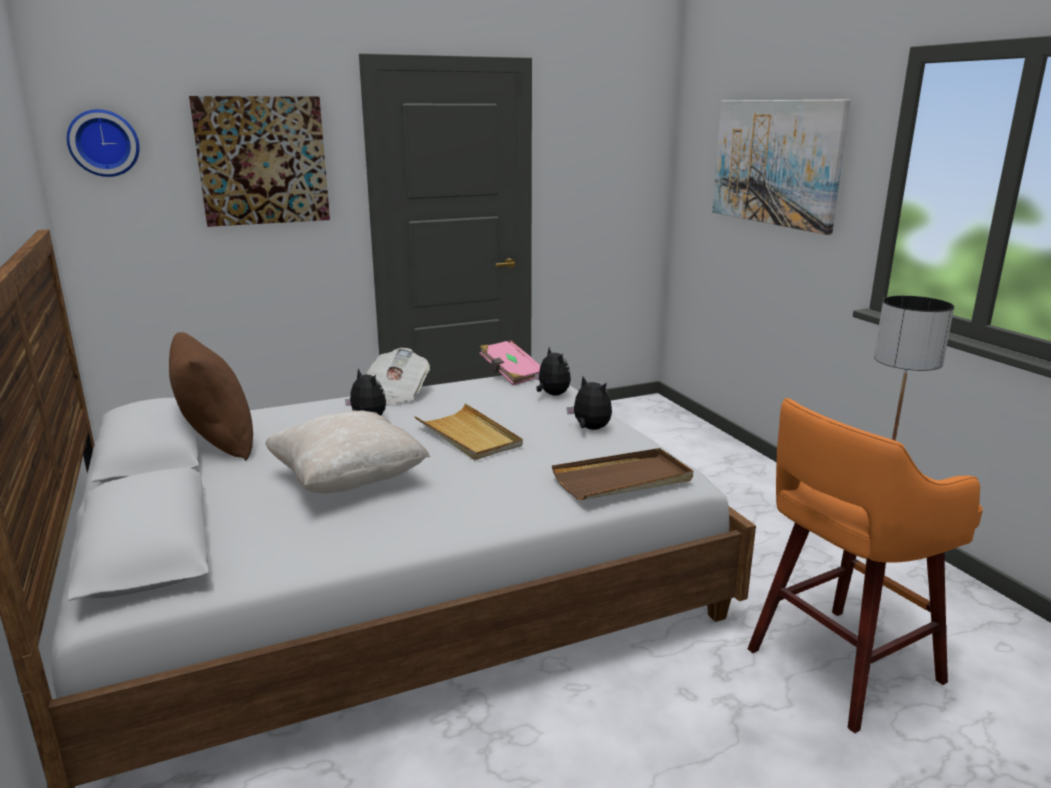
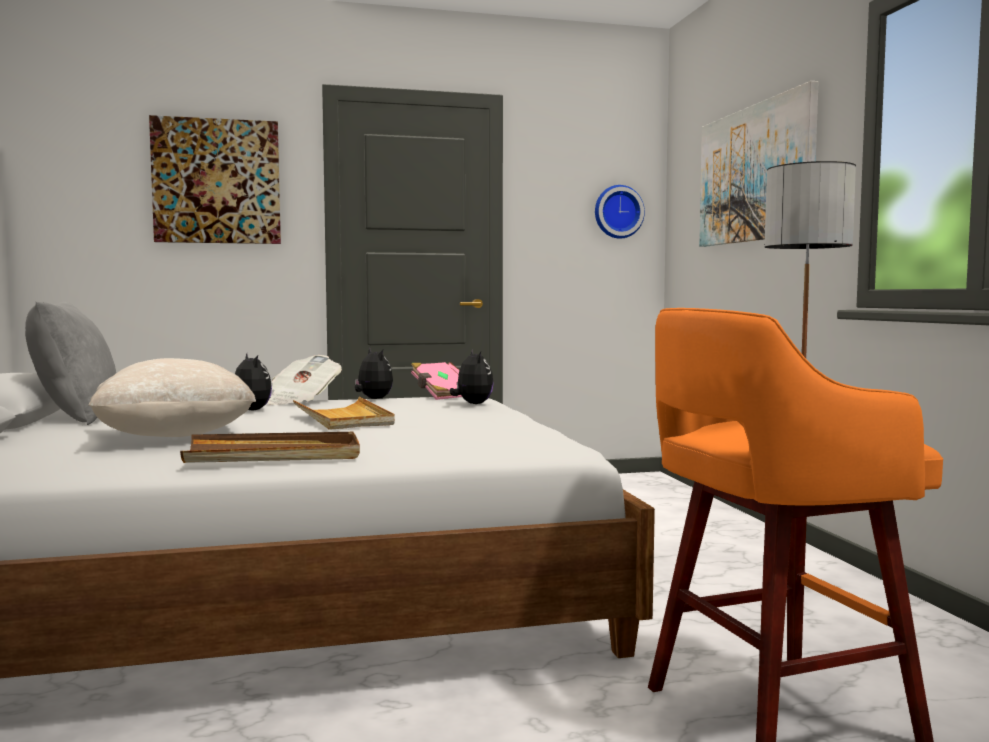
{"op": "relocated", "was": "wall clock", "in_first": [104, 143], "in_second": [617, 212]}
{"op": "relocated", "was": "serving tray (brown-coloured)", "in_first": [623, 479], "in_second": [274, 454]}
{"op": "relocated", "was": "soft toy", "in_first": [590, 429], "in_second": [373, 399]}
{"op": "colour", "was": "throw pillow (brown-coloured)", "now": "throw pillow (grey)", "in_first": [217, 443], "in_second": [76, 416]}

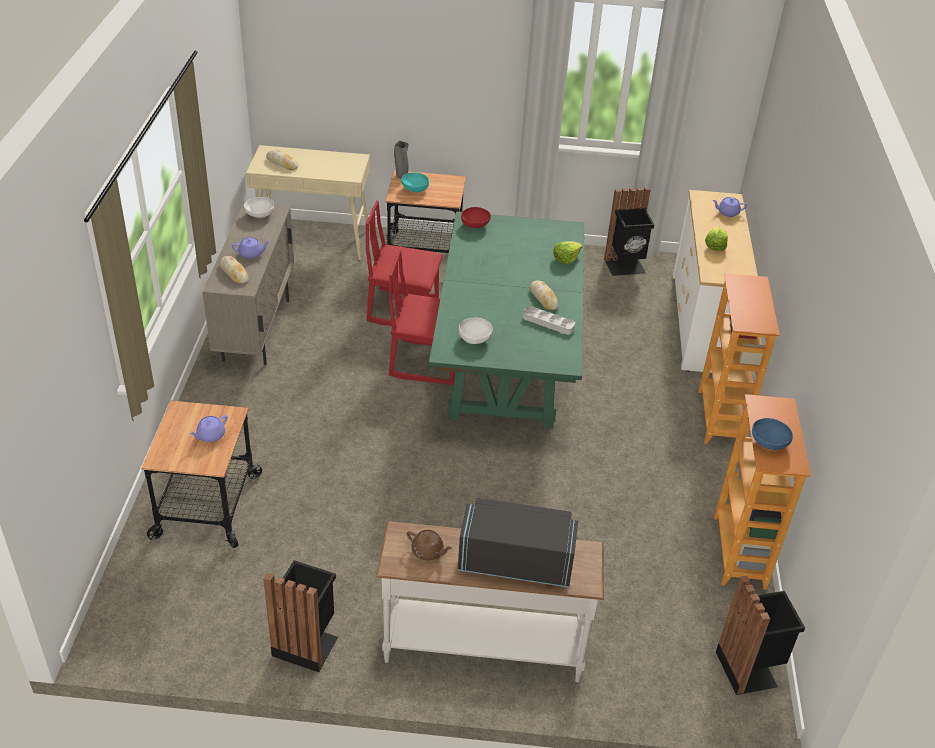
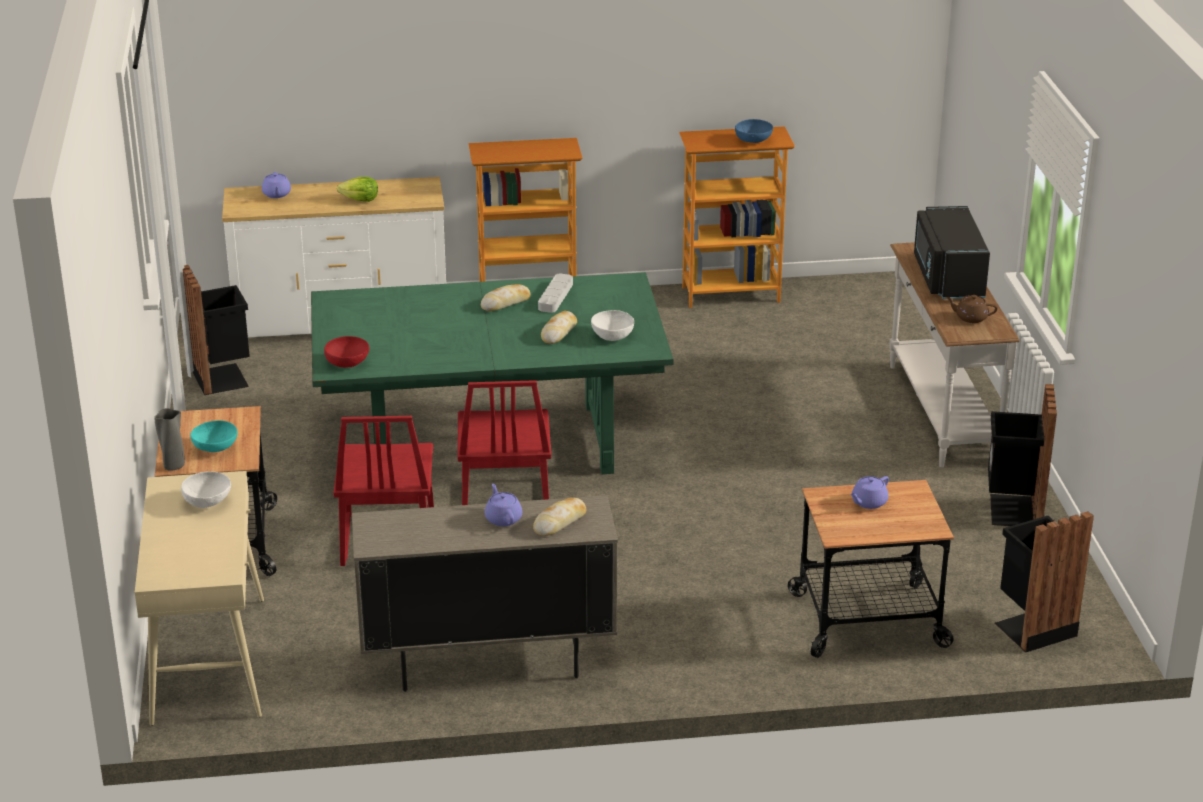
{"op": "missing", "was": "head of lettuce", "in_first": [566, 259]}
{"op": "relocated", "was": "bowl (white)", "in_first": [260, 215], "in_second": [208, 501]}
{"op": "relocated", "was": "baked bread", "in_first": [282, 163], "in_second": [559, 332]}
{"op": "relocated", "was": "rubbish bin (black)", "in_first": [749, 668], "in_second": [1032, 627]}
{"op": "spun", "was": "teapot (purple)", "in_first": [210, 435], "in_second": [868, 502], "clockwise": 105}
{"op": "spun", "was": "teapot (brown-coloured)", "in_first": [428, 552], "in_second": [970, 318], "clockwise": -90}

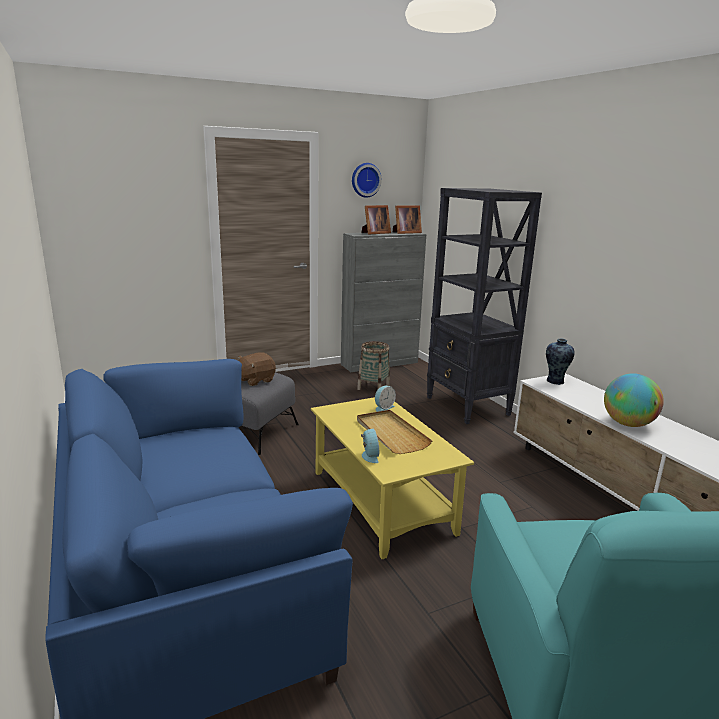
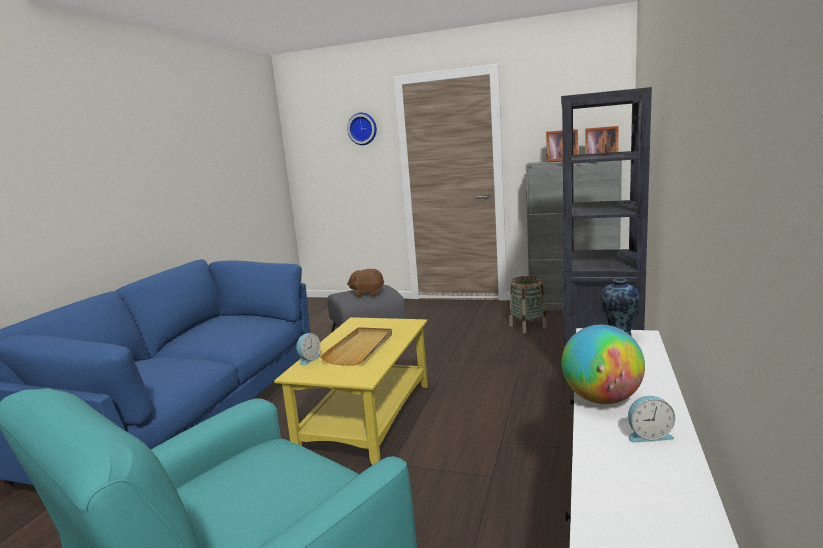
{"op": "relocated", "was": "wall clock", "in_first": [365, 180], "in_second": [363, 129]}
{"op": "relocated", "was": "alarm clock", "in_first": [383, 407], "in_second": [648, 435]}

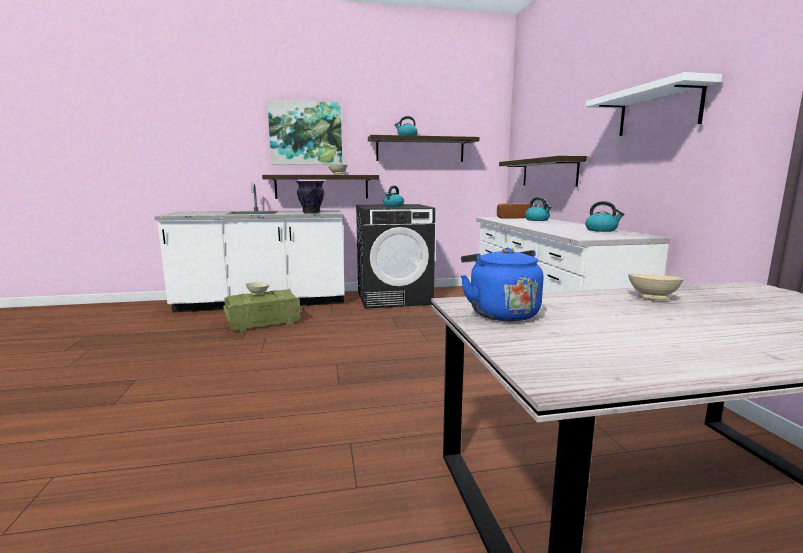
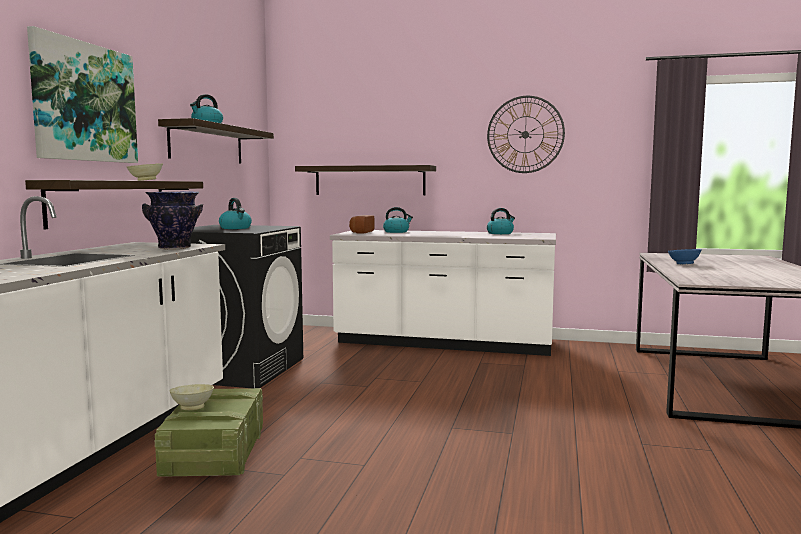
{"op": "missing", "was": "tea kettle (blue)", "in_first": [500, 313]}
{"op": "exchanged", "was": "shelf (white)", "now": "wall clock", "in_first": [658, 110], "in_second": [525, 134]}
{"op": "colour", "was": "bowl (sand-coloured)", "now": "bowl (blue)", "in_first": [653, 298], "in_second": [683, 264]}

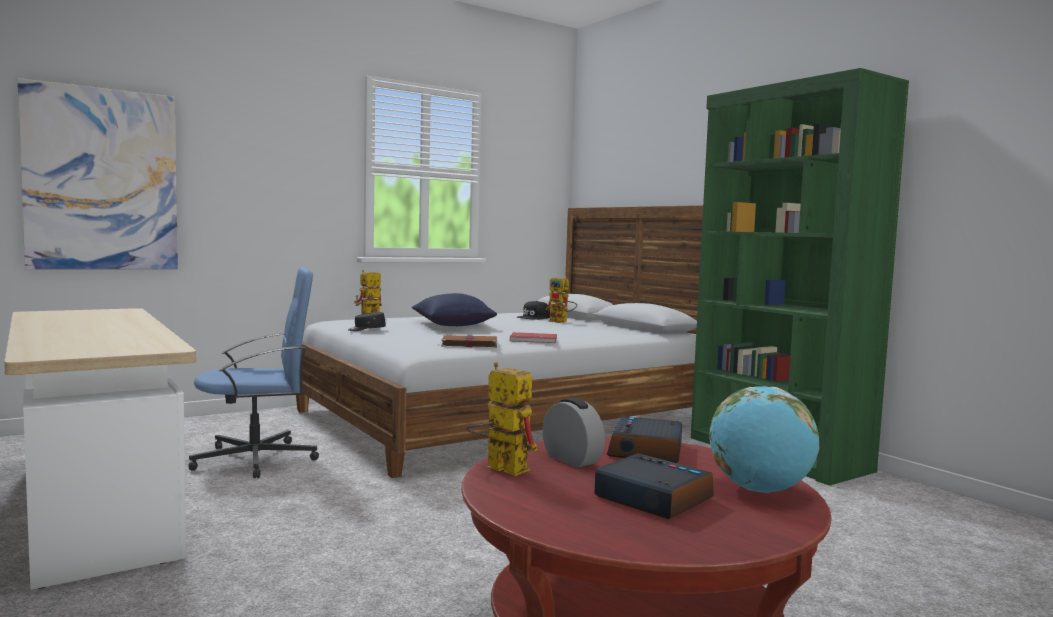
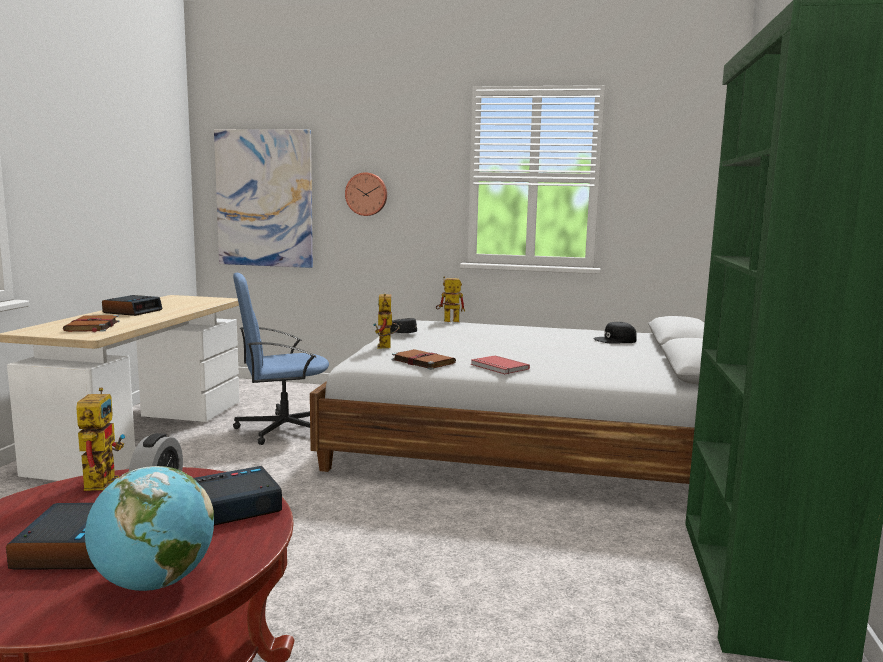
{"op": "missing", "was": "throw pillow (blue)", "in_first": [453, 325]}
{"op": "appeared", "now": "volume (brown-coloured)", "in_second": [92, 326]}
{"op": "appeared", "now": "alarm clock", "in_second": [132, 311]}
{"op": "appeared", "now": "wall clock", "in_second": [366, 194]}
{"op": "relocated", "was": "model robot", "in_first": [561, 322], "in_second": [386, 347]}
{"op": "spun", "was": "office chair (blue)", "in_first": [257, 459], "in_second": [282, 428], "clockwise": 135}

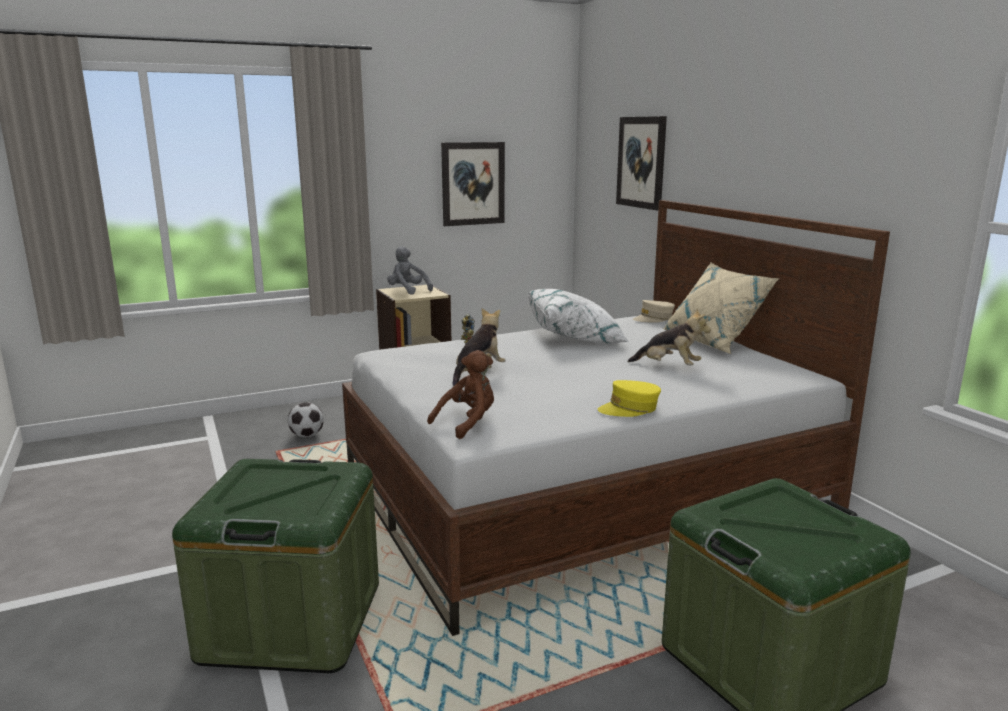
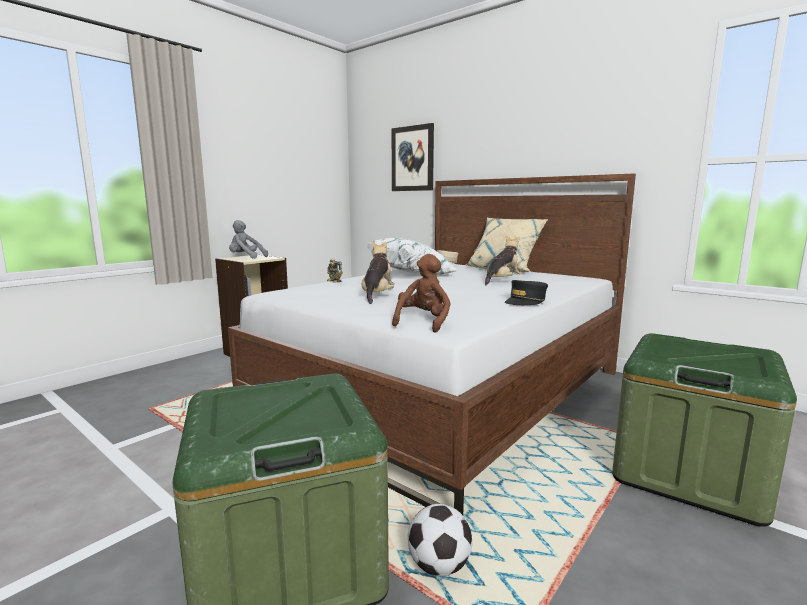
{"op": "missing", "was": "wall picture", "in_first": [473, 183]}
{"op": "relocated", "was": "football ball", "in_first": [307, 436], "in_second": [438, 566]}
{"op": "colour", "was": "peaked cap (yellow-coloured)", "now": "peaked cap (black)", "in_first": [629, 409], "in_second": [525, 301]}
{"op": "spun", "was": "soft toy", "in_first": [668, 367], "in_second": [502, 281], "clockwise": -45}

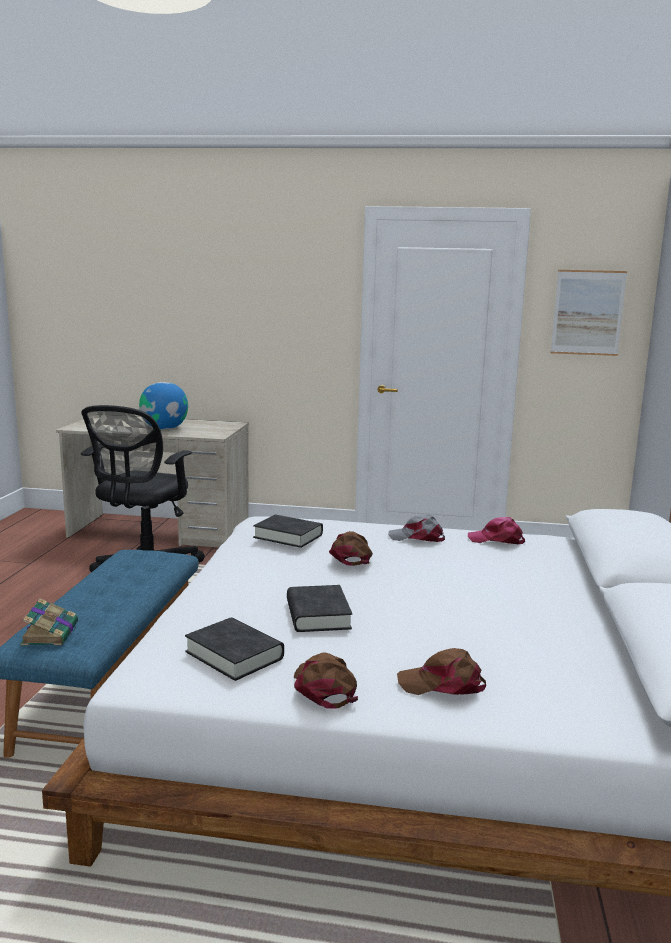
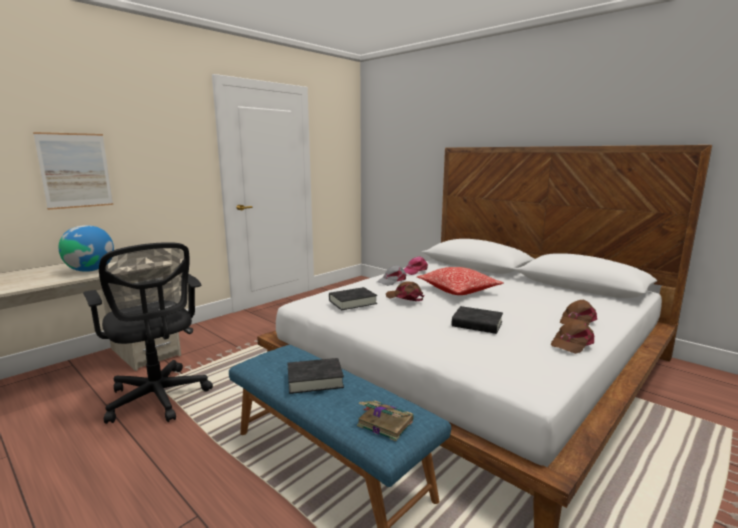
{"op": "appeared", "now": "throw pillow", "in_second": [458, 290]}
{"op": "relocated", "was": "volume (black)", "in_first": [234, 655], "in_second": [315, 380]}
{"op": "relocated", "was": "wall picture", "in_first": [588, 312], "in_second": [75, 170]}
{"op": "spun", "was": "peaked cap (brown-coloured)", "in_first": [324, 687], "in_second": [571, 343], "clockwise": -60}

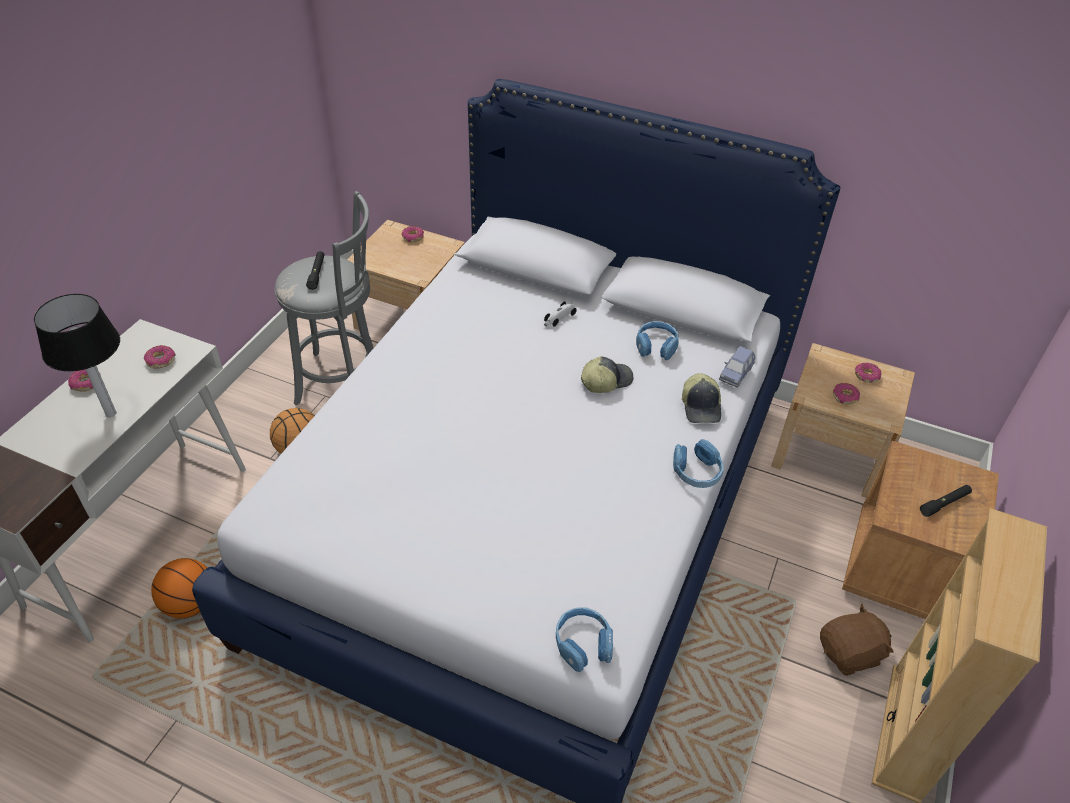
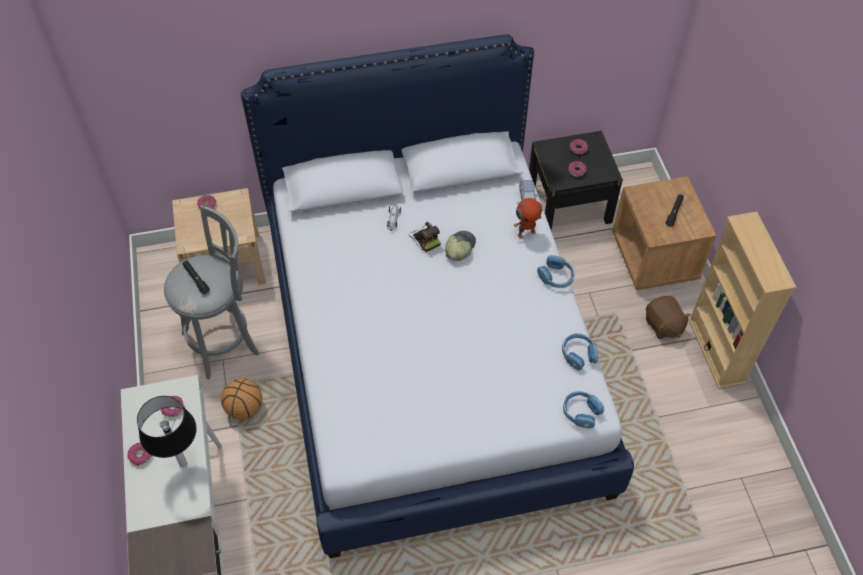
{"op": "missing", "was": "basketball ball", "in_first": [190, 604]}
{"op": "appeared", "now": "photo camera", "in_second": [425, 238]}
{"op": "relocated", "was": "pair of headphones (blue)", "in_first": [656, 346], "in_second": [578, 354]}
{"op": "exchanged", "was": "peaked cap", "now": "model robot", "in_first": [701, 407], "in_second": [526, 233]}
{"op": "colour", "was": "nightstand (sand-coloured)", "now": "nightstand (black)", "in_first": [829, 451], "in_second": [568, 204]}
{"op": "spun", "was": "soft toy (brown-coloured)", "in_first": [850, 653], "in_second": [663, 325], "clockwise": 120}

